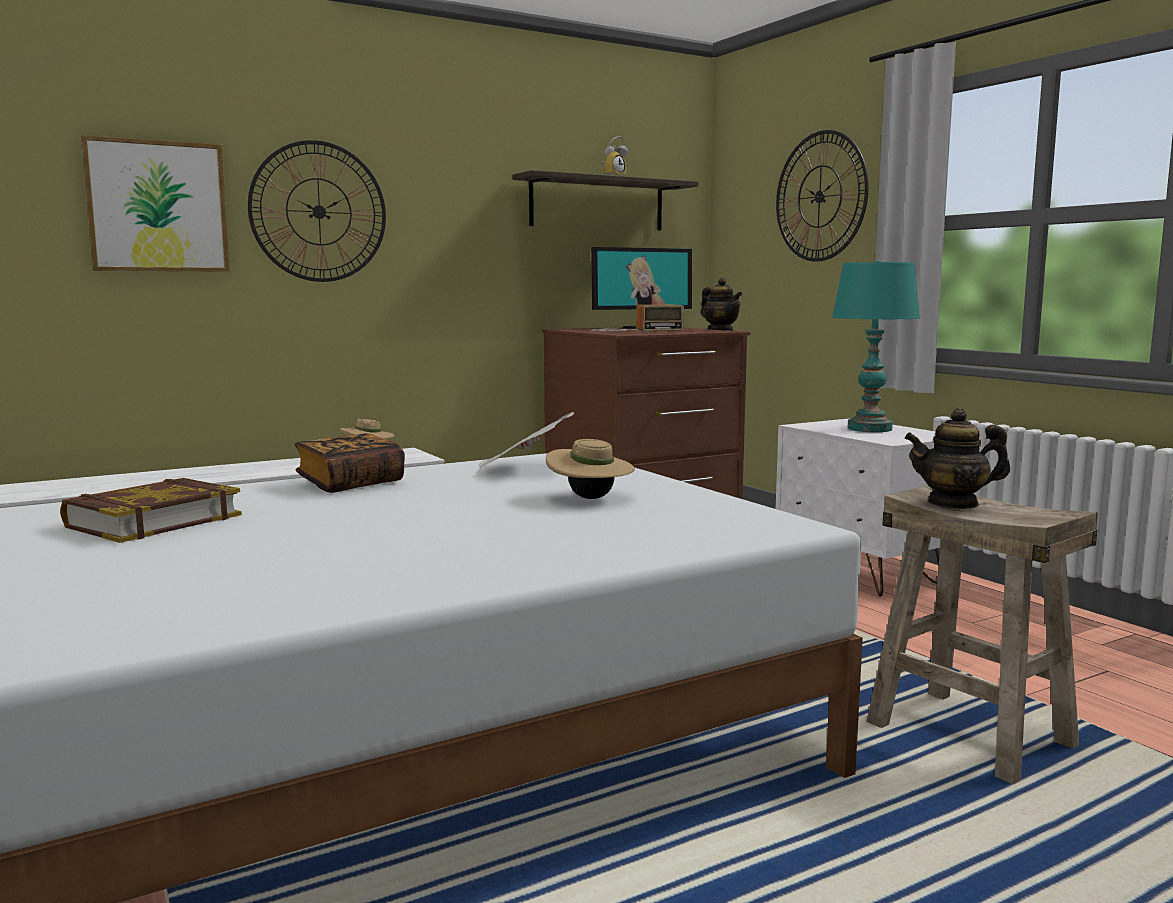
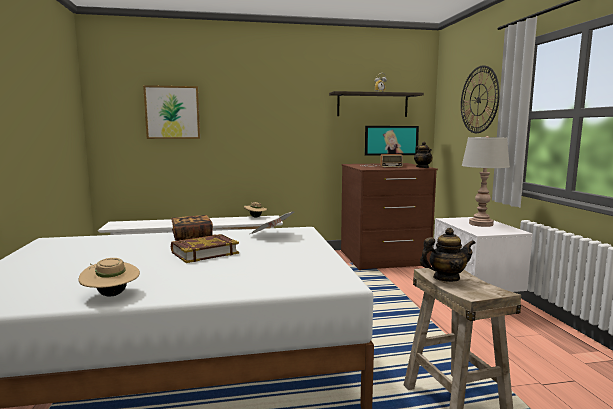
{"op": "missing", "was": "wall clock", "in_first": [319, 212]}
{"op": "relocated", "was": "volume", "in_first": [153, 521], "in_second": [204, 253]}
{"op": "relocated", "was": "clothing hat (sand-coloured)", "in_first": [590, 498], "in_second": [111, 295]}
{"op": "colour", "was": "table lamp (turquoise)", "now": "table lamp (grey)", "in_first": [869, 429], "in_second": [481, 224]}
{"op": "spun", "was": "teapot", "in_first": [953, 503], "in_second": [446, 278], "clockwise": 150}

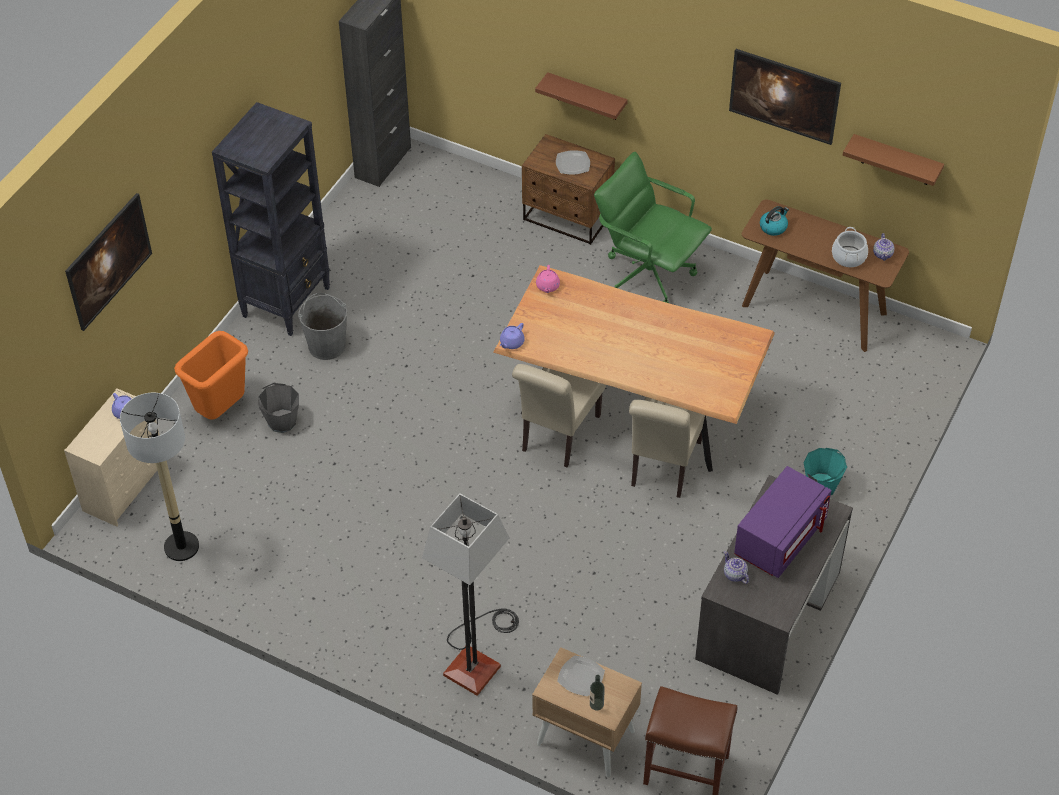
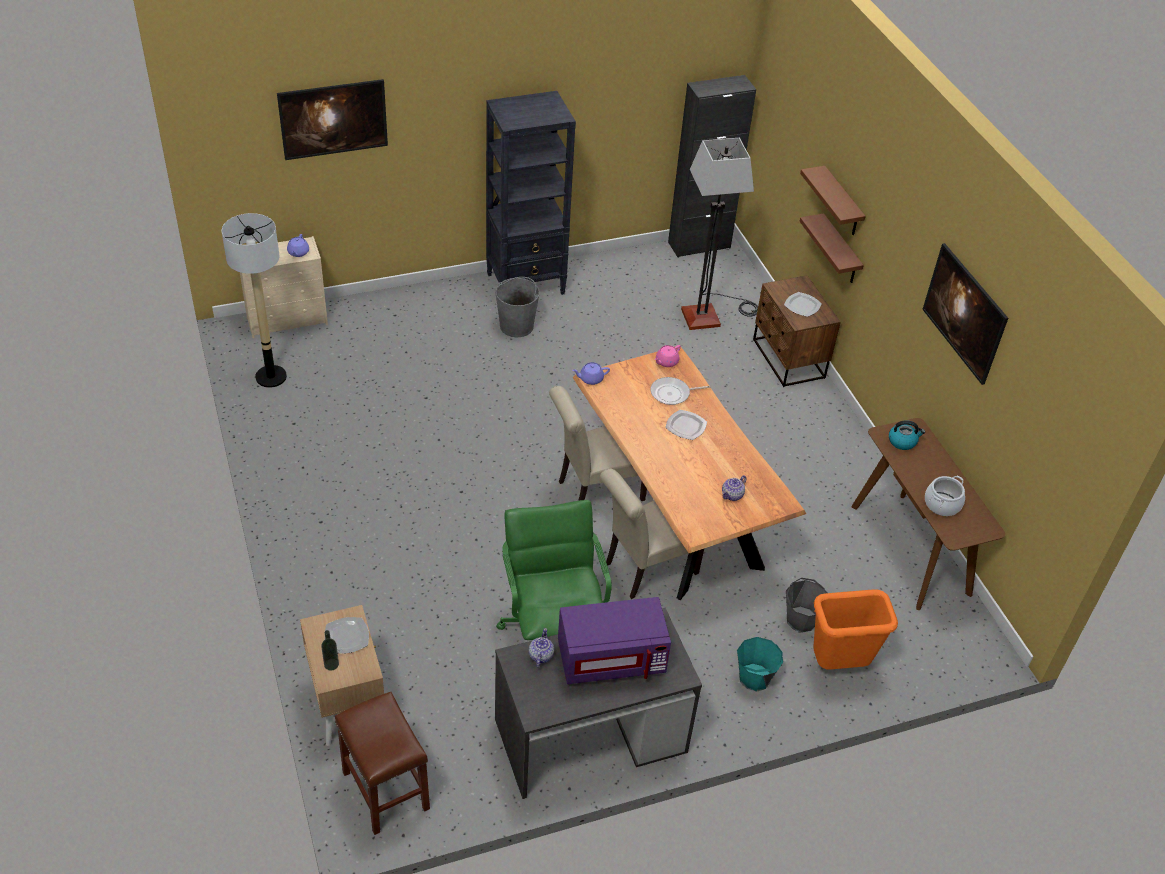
{"op": "appeared", "now": "pan", "in_second": [672, 394]}
{"op": "appeared", "now": "dinner plate", "in_second": [685, 426]}
{"op": "relocated", "was": "rubbish bin (orange)", "in_first": [221, 410], "in_second": [839, 664]}
{"op": "relocated", "was": "water bucket (grey)", "in_first": [282, 421], "in_second": [801, 619]}
{"op": "relocated", "was": "floor lamp", "in_first": [477, 658], "in_second": [710, 314]}
{"op": "relocated", "was": "office chair (green-coloured)", "in_first": [648, 274], "in_second": [552, 632]}
{"op": "relocated", "was": "shelf (brown-coloured)", "in_first": [896, 160], "in_second": [842, 203]}
{"op": "relocated", "was": "teapot", "in_first": [883, 254], "in_second": [732, 495]}

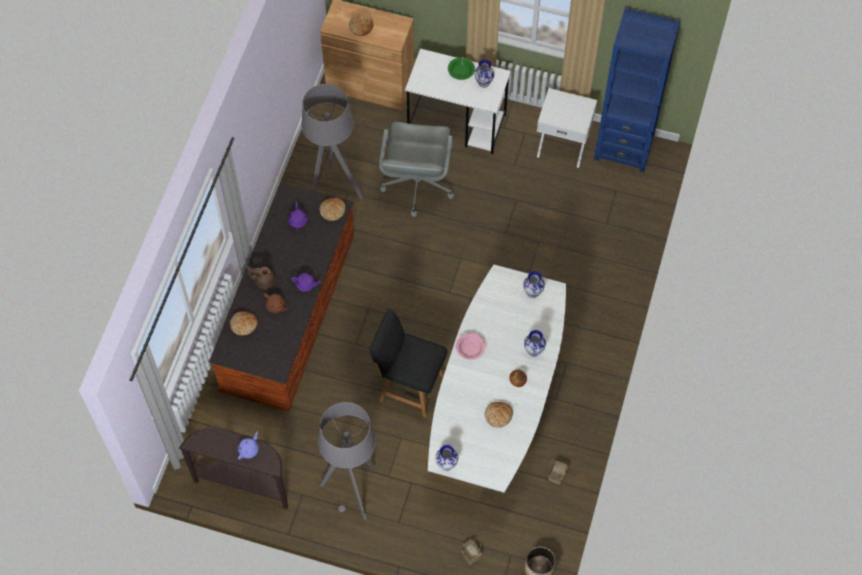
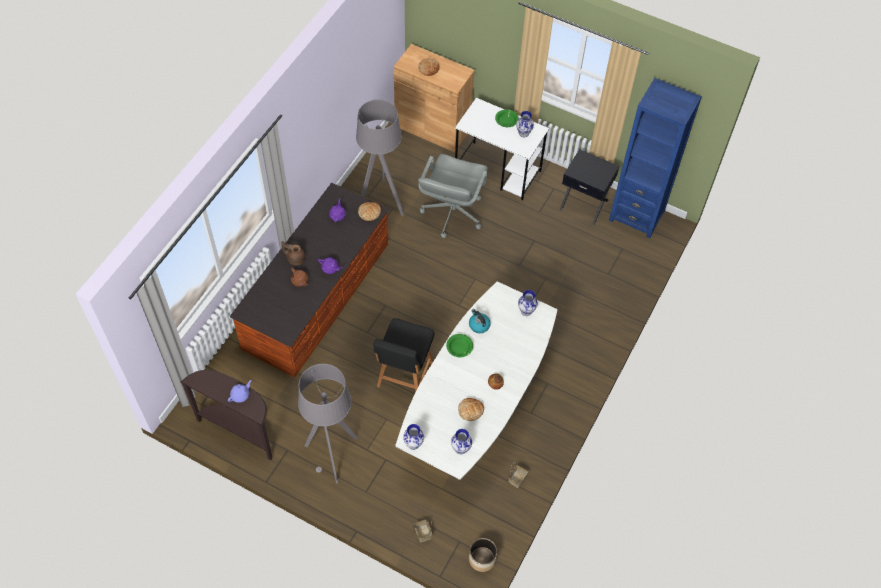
{"op": "missing", "was": "baked bread", "in_first": [243, 324]}
{"op": "appeared", "now": "tea kettle", "in_second": [479, 325]}
{"op": "relocated", "was": "vase", "in_first": [533, 351], "in_second": [460, 448]}
{"op": "colour", "was": "bowl (pink)", "now": "bowl (green-coloured)", "in_first": [470, 348], "in_second": [459, 348]}
{"op": "colour", "was": "nightstand (white)", "now": "nightstand (black)", "in_first": [563, 145], "in_second": [584, 204]}
{"op": "spun", "was": "chair (black)", "in_first": [409, 386], "in_second": [404, 376], "clockwise": -105}

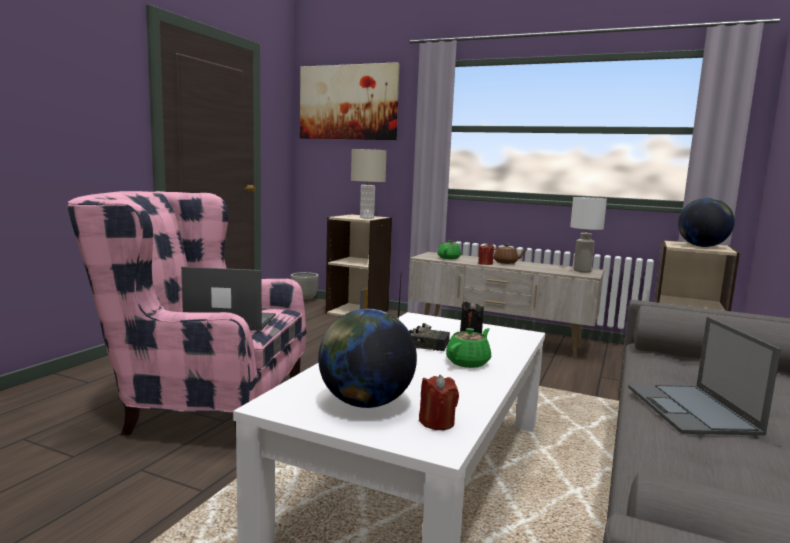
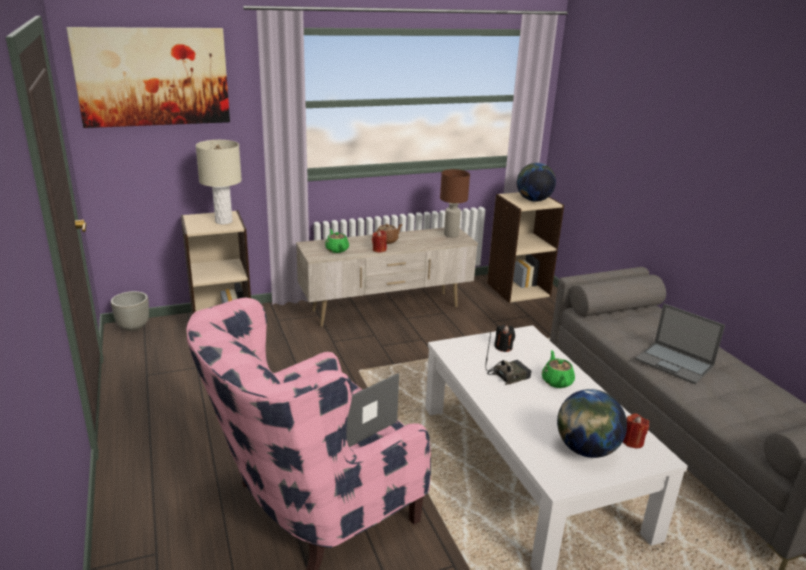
{"op": "colour", "was": "table lamp (white)", "now": "table lamp (brown-coloured)", "in_first": [582, 271], "in_second": [451, 234]}

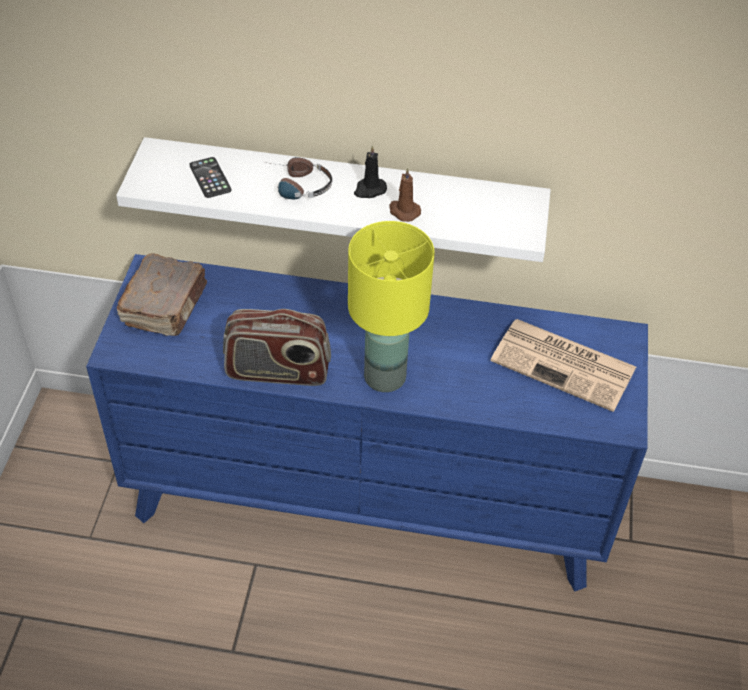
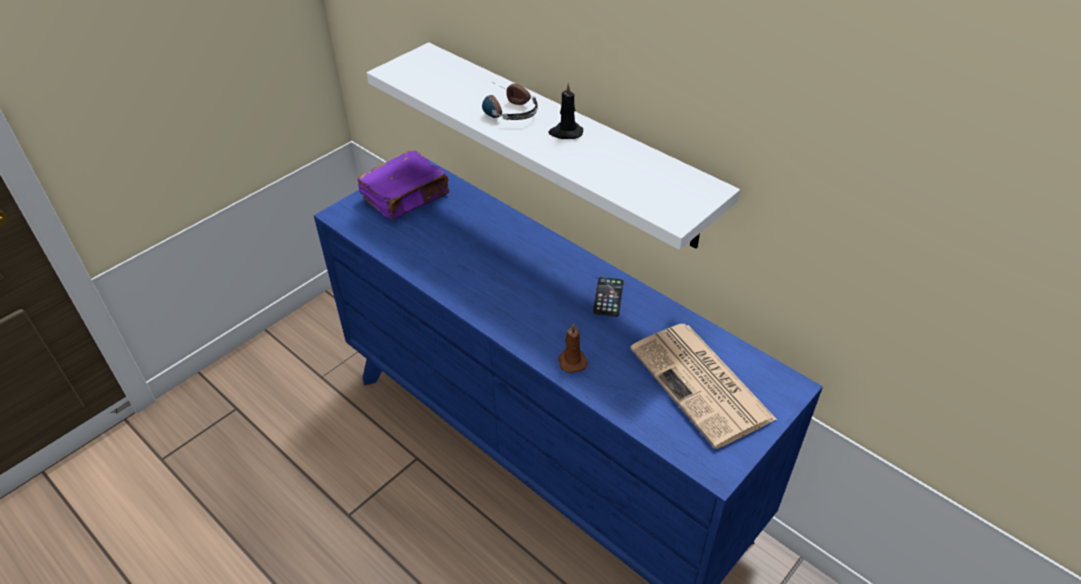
{"op": "missing", "was": "radio receiver", "in_first": [278, 371]}
{"op": "missing", "was": "table lamp (yellow-coloured)", "in_first": [384, 378]}
{"op": "relocated", "was": "phone", "in_first": [210, 178], "in_second": [608, 297]}
{"op": "relocated", "was": "wax candle (brown-coloured)", "in_first": [403, 211], "in_second": [572, 361]}
{"op": "colour", "was": "volume (brown-coloured)", "now": "volume (purple)", "in_first": [166, 305], "in_second": [407, 197]}

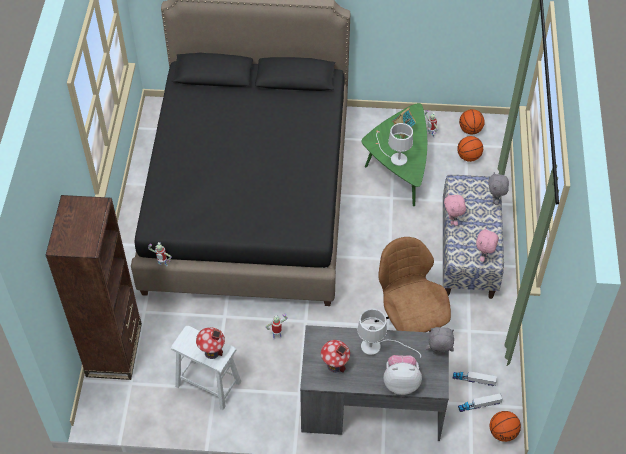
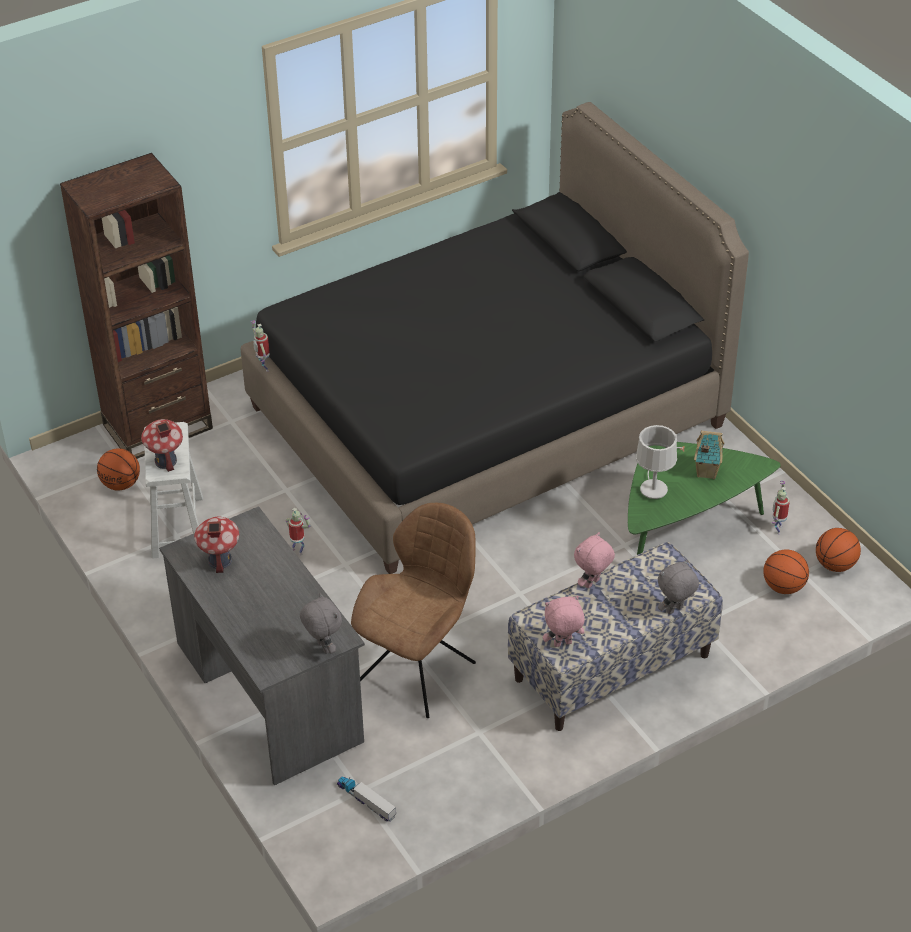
{"op": "missing", "was": "table lamp (white)", "in_first": [376, 347]}
{"op": "missing", "was": "soft toy", "in_first": [401, 382]}
{"op": "missing", "was": "toy truck", "in_first": [474, 380]}
{"op": "relocated", "was": "basketball ball", "in_first": [503, 432], "in_second": [121, 484]}

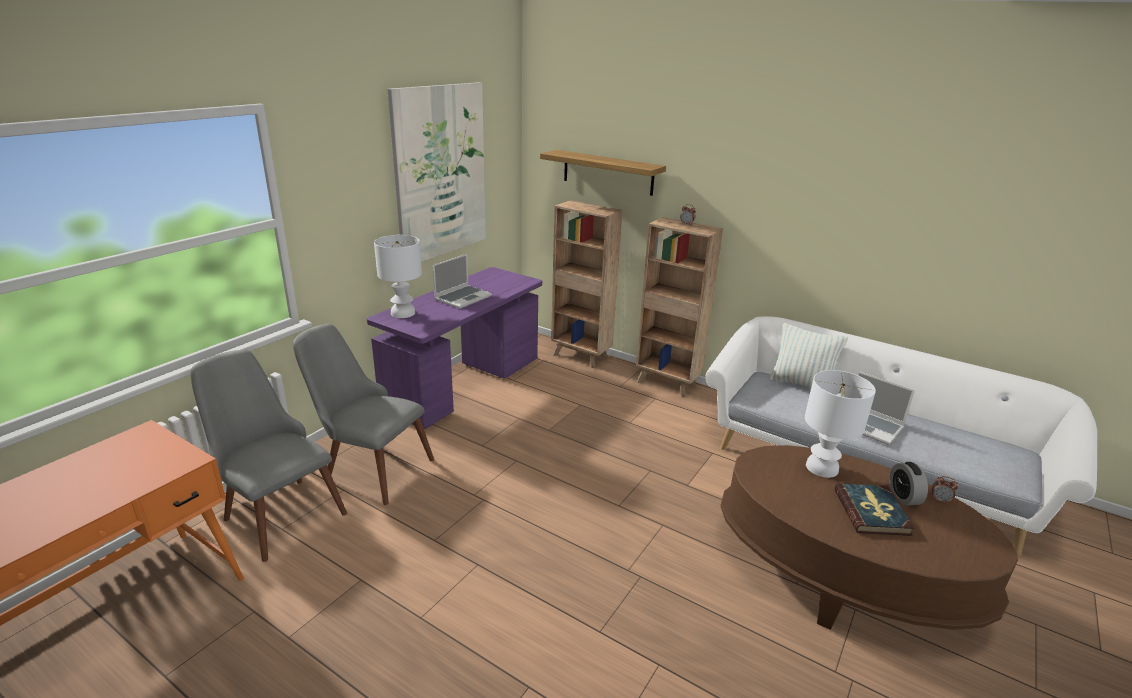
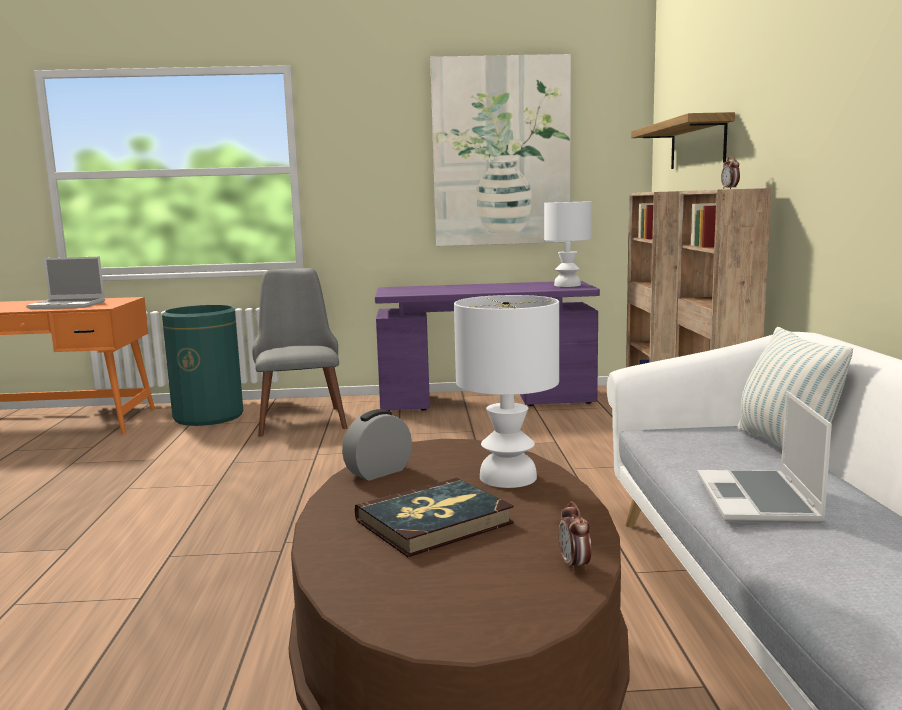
{"op": "relocated", "was": "table lamp (white)", "in_first": [402, 313], "in_second": [567, 285]}
{"op": "relocated", "was": "notebook computer", "in_first": [463, 297], "in_second": [68, 305]}
{"op": "relocated", "was": "alarm clock", "in_first": [903, 496], "in_second": [378, 472]}
{"op": "exchanged", "was": "chair (grey)", "now": "rubbish bin (green-coloured)", "in_first": [276, 510], "in_second": [209, 416]}

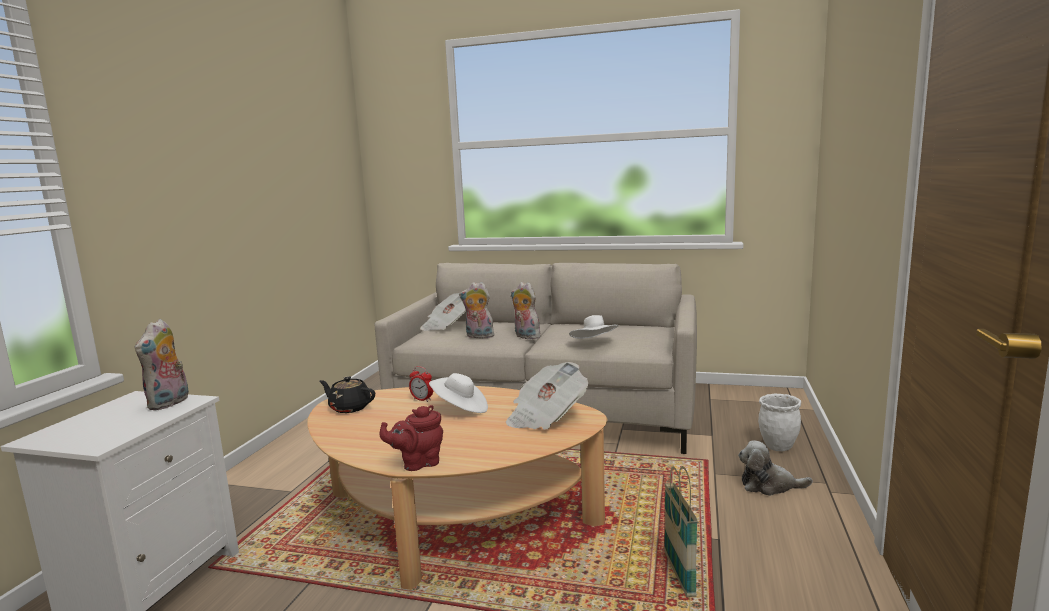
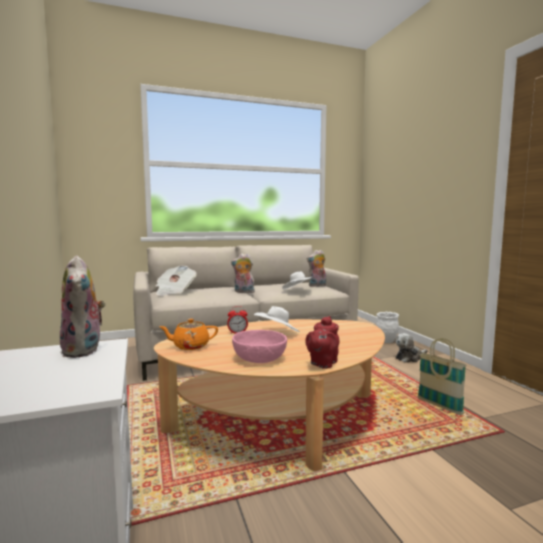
{"op": "missing", "was": "newspaper", "in_first": [545, 417]}
{"op": "appeared", "now": "bowl (pink)", "in_second": [259, 358]}
{"op": "relocated", "was": "soft toy", "in_first": [478, 336], "in_second": [317, 286]}
{"op": "colour", "was": "teapot (black)", "now": "teapot (orange)", "in_first": [349, 408], "in_second": [190, 346]}

